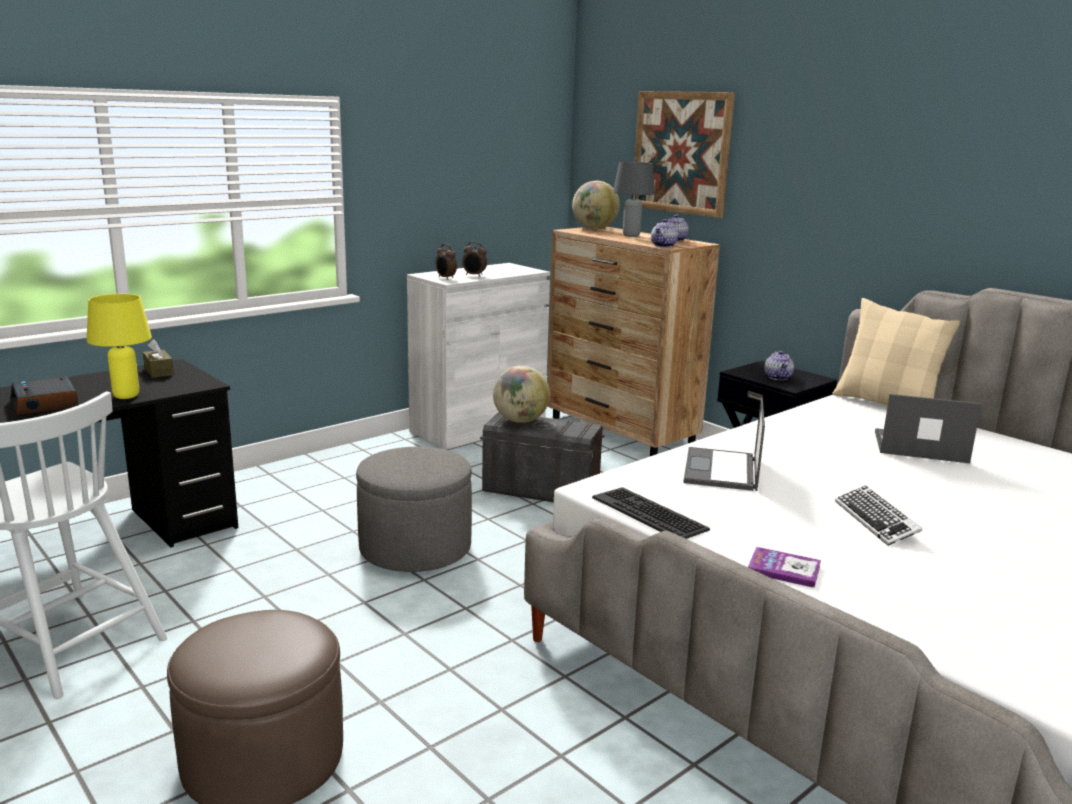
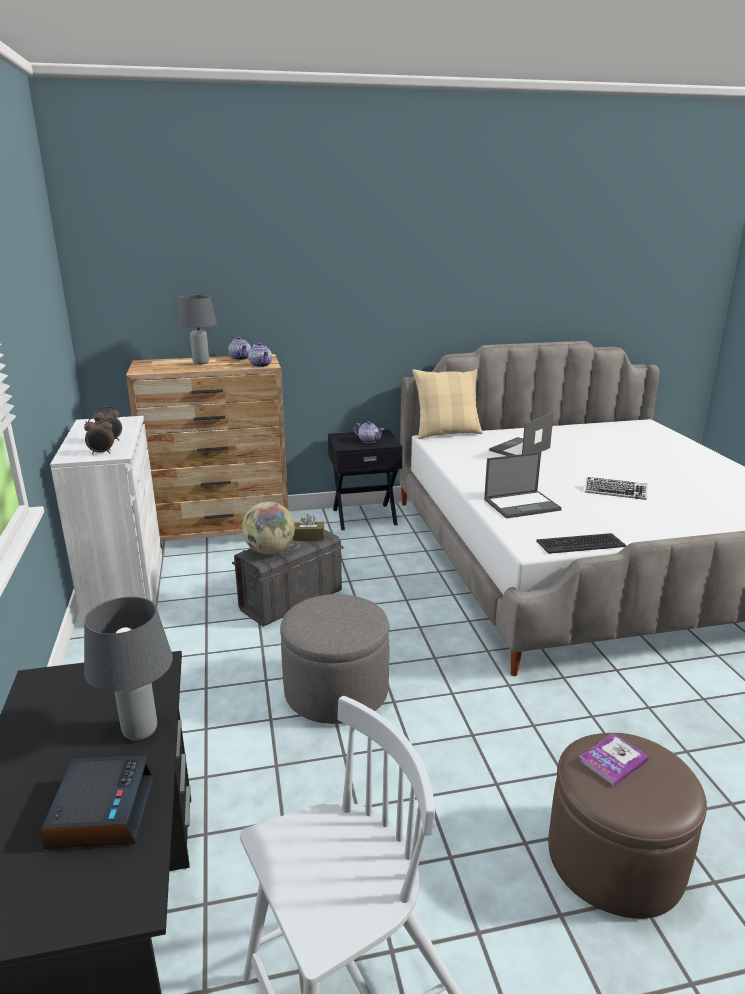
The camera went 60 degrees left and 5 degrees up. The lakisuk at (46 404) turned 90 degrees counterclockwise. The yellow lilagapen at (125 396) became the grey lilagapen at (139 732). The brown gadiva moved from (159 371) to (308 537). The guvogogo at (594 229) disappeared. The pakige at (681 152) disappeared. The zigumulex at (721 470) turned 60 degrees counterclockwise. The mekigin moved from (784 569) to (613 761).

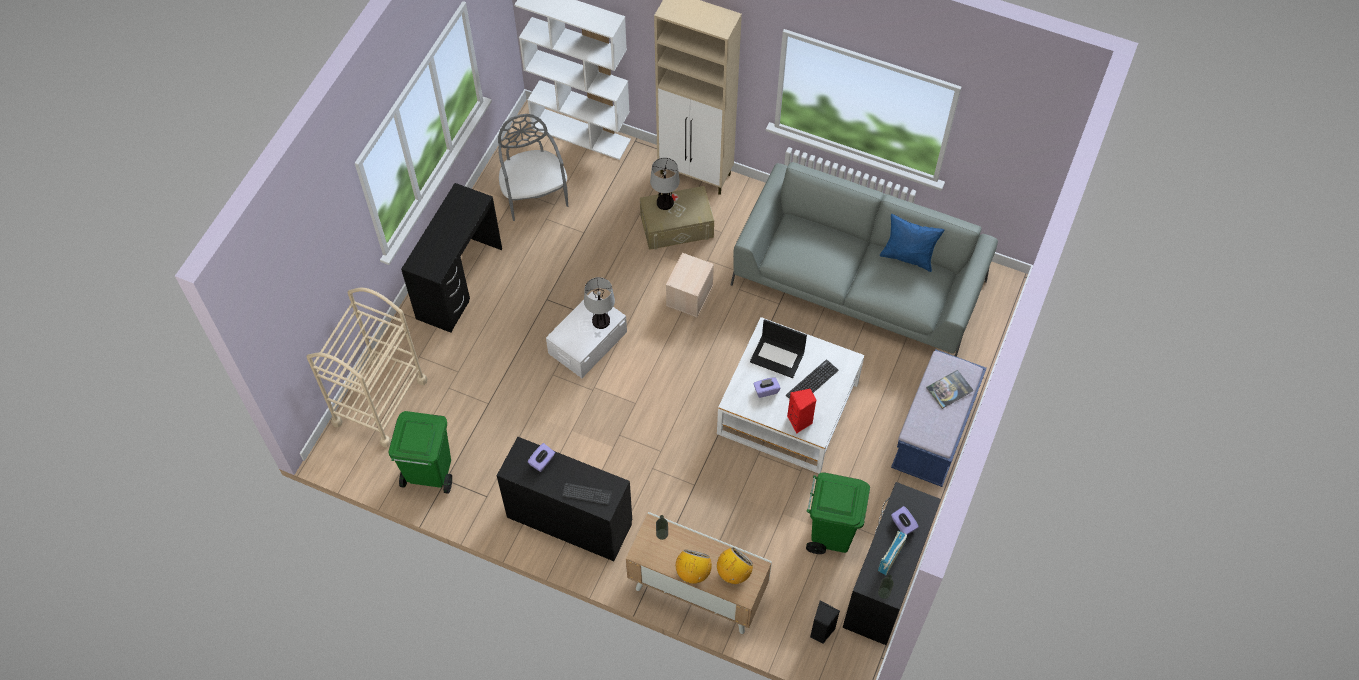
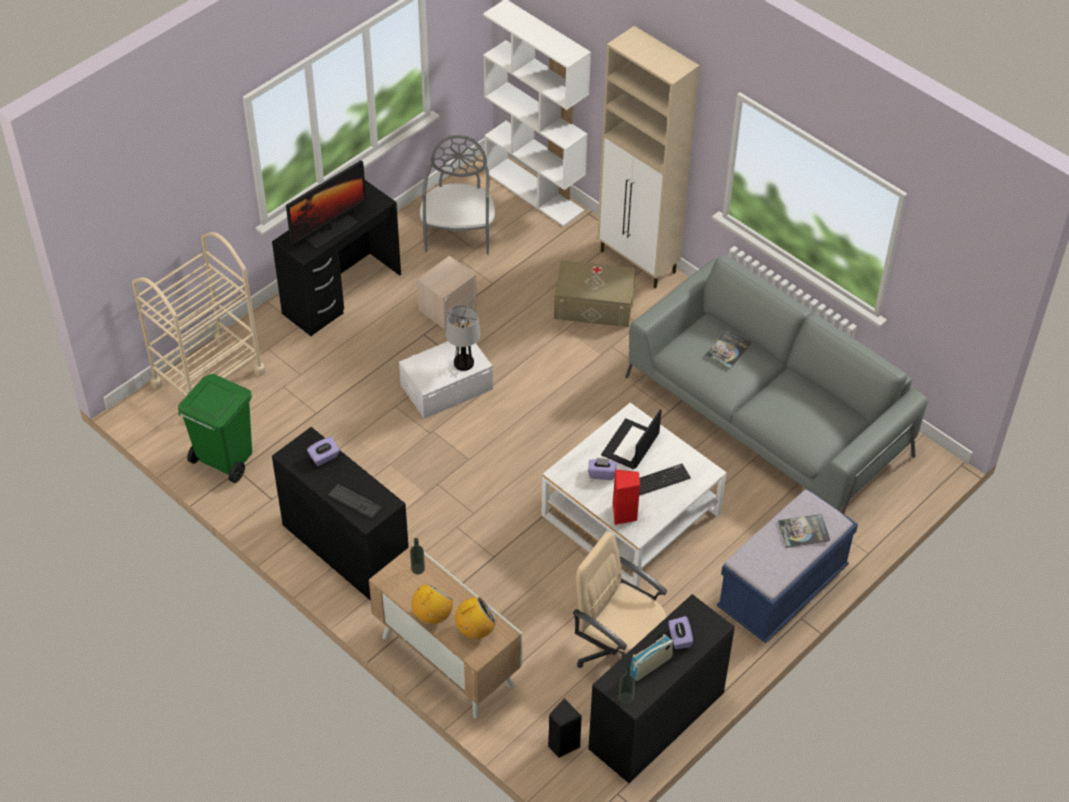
The camera went 20 degrees right and 10 degrees down. The lilagapen at (665 203) disappeared. The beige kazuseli moved from (689 295) to (447 306). The zigumulex at (778 356) turned 75 degrees clockwise. The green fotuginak at (830 532) was replaced by the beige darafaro at (620 650). The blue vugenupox at (908 257) disappeared. The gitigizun at (329 229) appeared. The mekigin at (728 350) appeared.

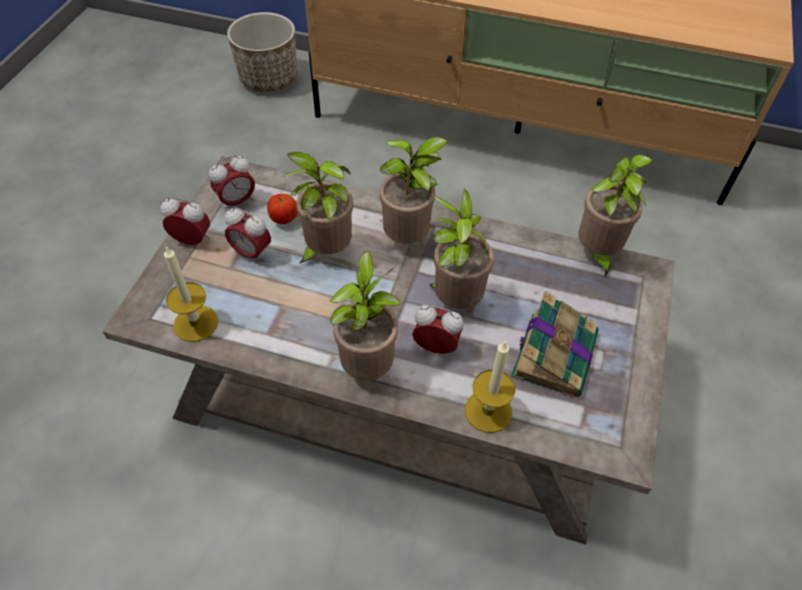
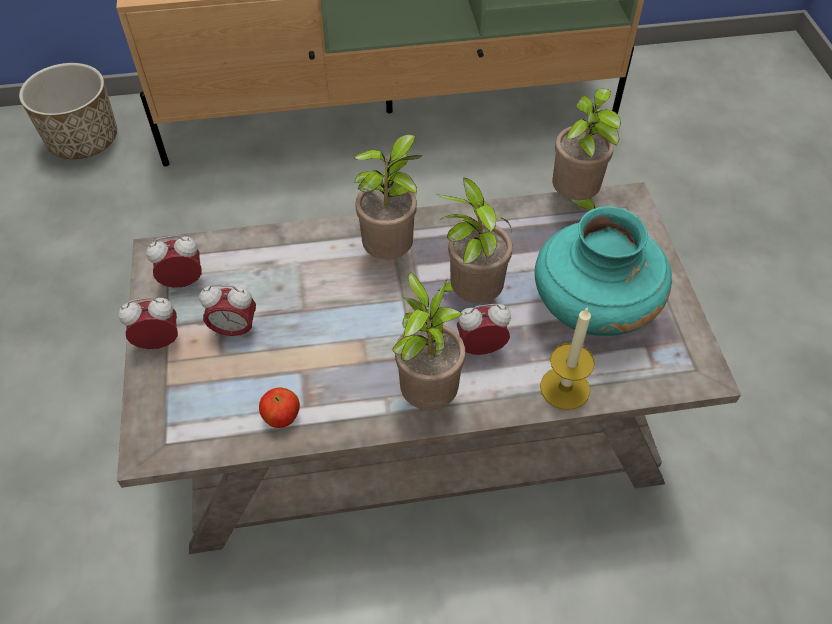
The camera went 25 degrees left and 0 degrees up. The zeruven at (196 323) disappeared. The lakisuk at (237 201) turned 135 degrees counterclockwise. The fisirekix moved from (284 219) to (282 417). The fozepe at (326 251) disappeared. The mekigin at (554 353) was replaced by the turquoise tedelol at (591 309).

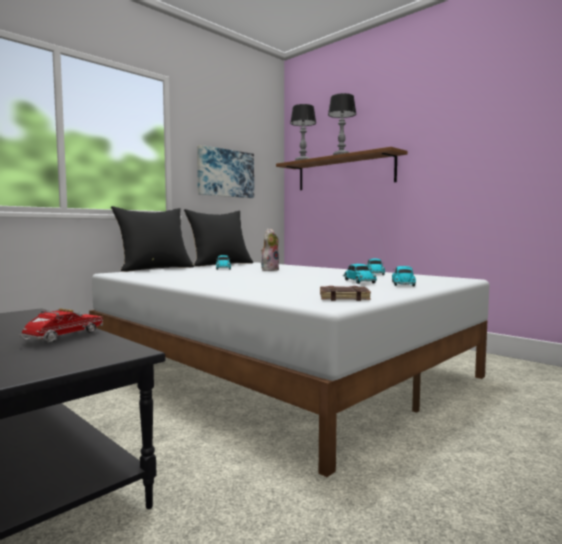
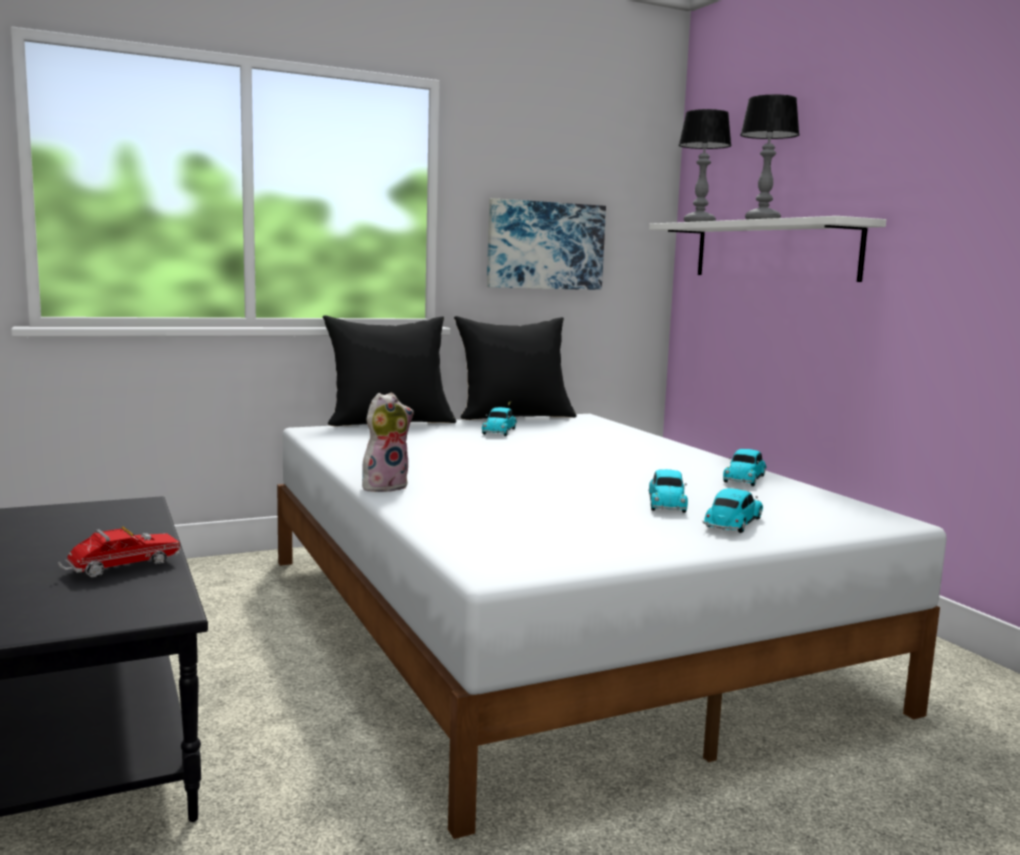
The camera went 20 degrees right and 5 degrees up. The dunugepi moved from (269 270) to (385 486). The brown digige at (344 173) became the white digige at (773 250). The brown mekigin at (344 298) disappeared.

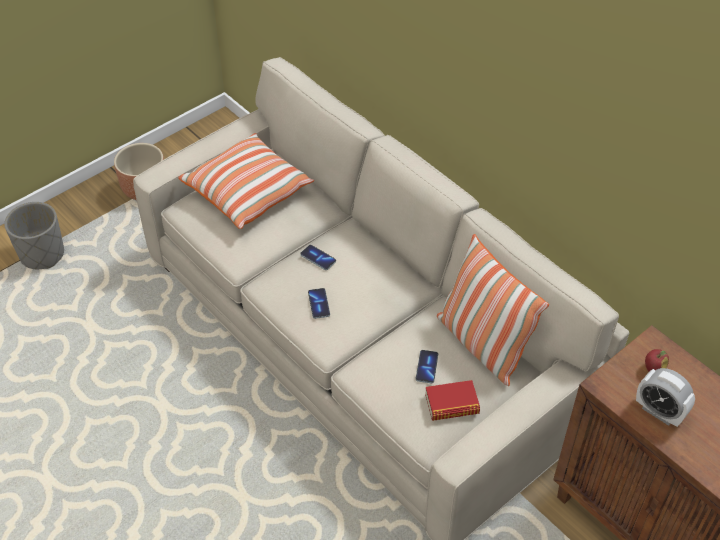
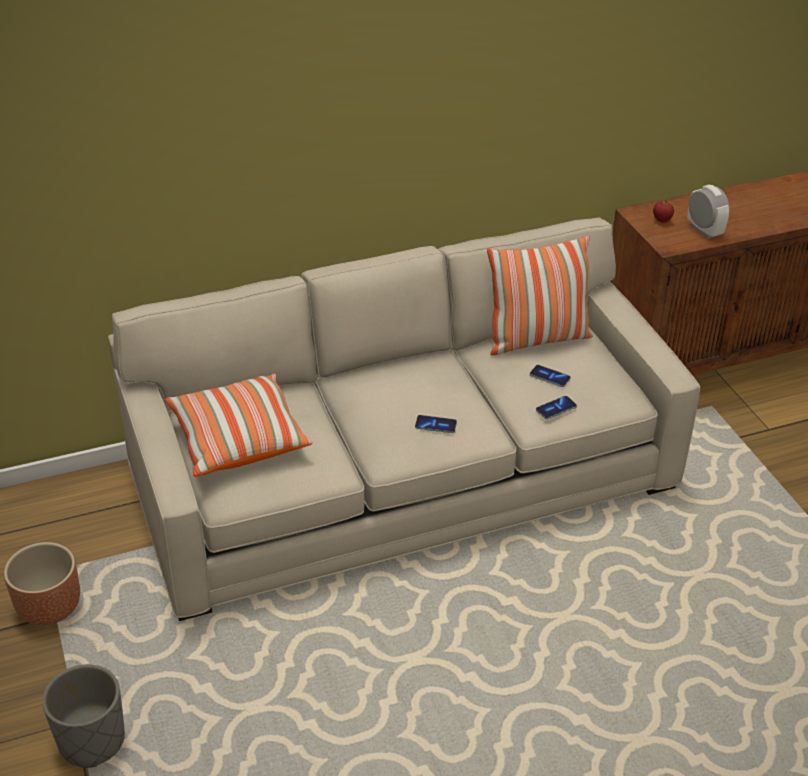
The camera went 70 degrees left and 10 degrees down. The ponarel moved from (318 258) to (556 409). The mekigin at (451 404) disappeared. The lakisuk at (659 412) turned 90 degrees counterclockwise.

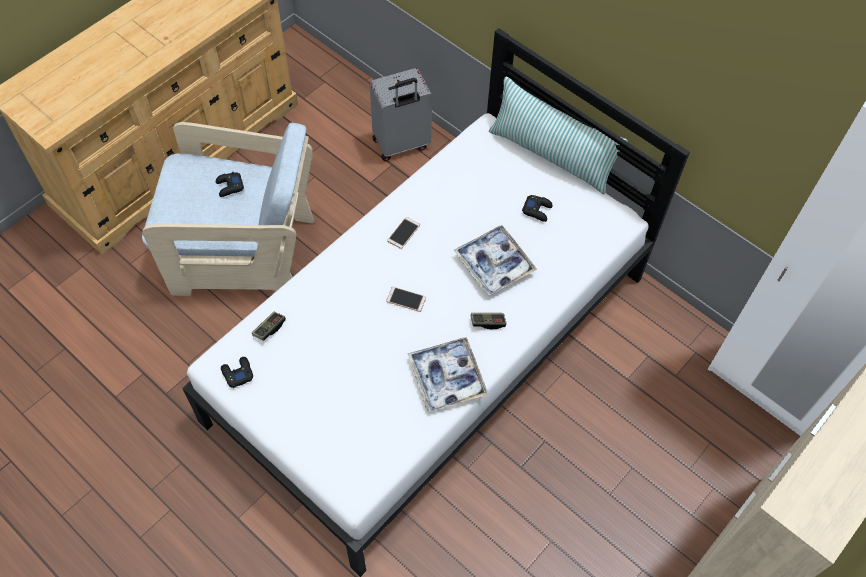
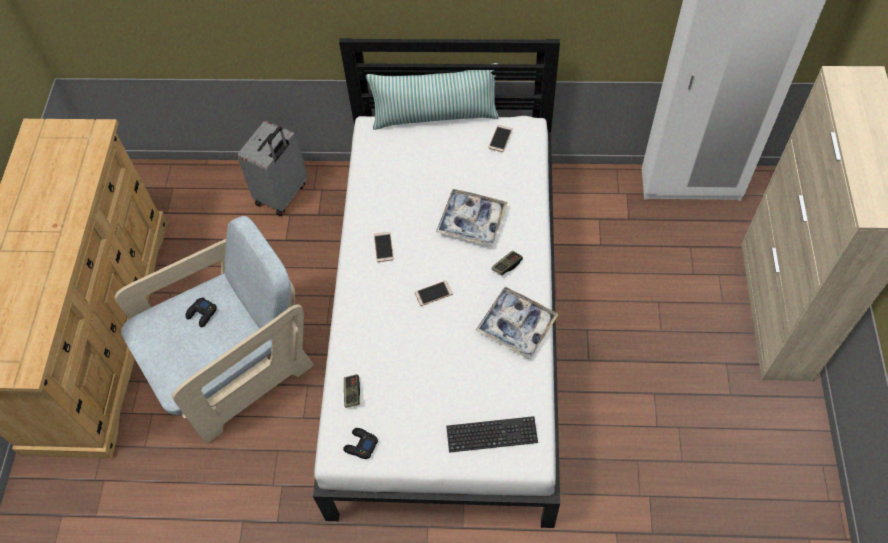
The camera went 35 degrees left and 0 degrees up. The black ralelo at (537 210) disappeared. The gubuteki at (491 435) appeared. The ponarel at (500 139) appeared.

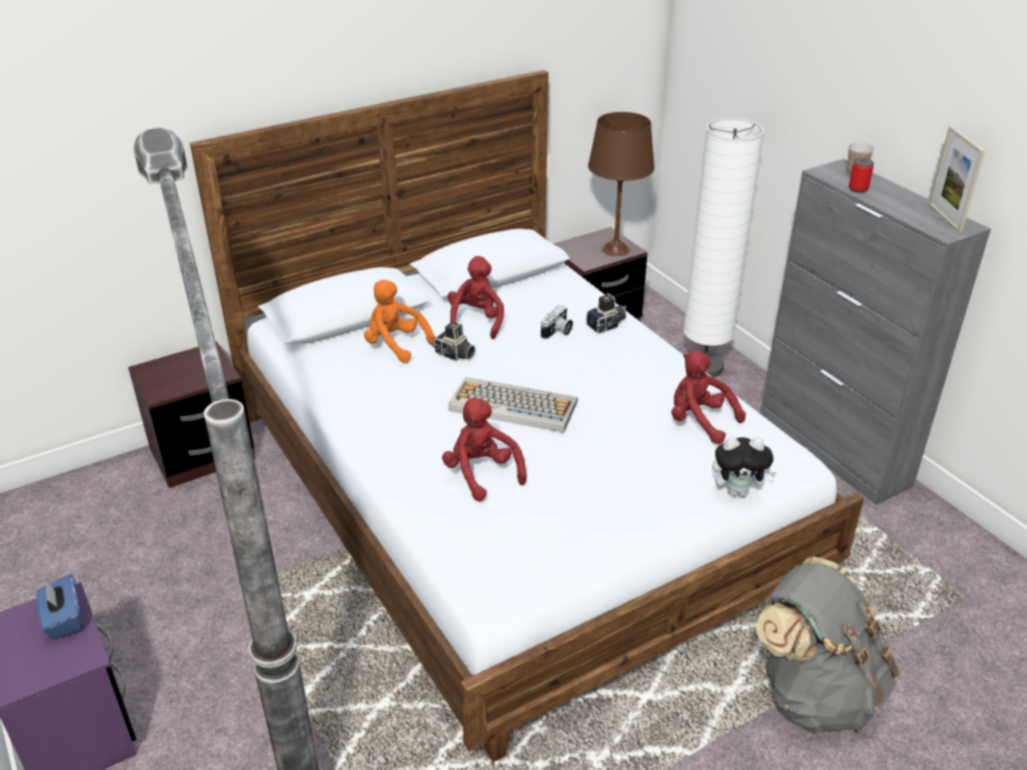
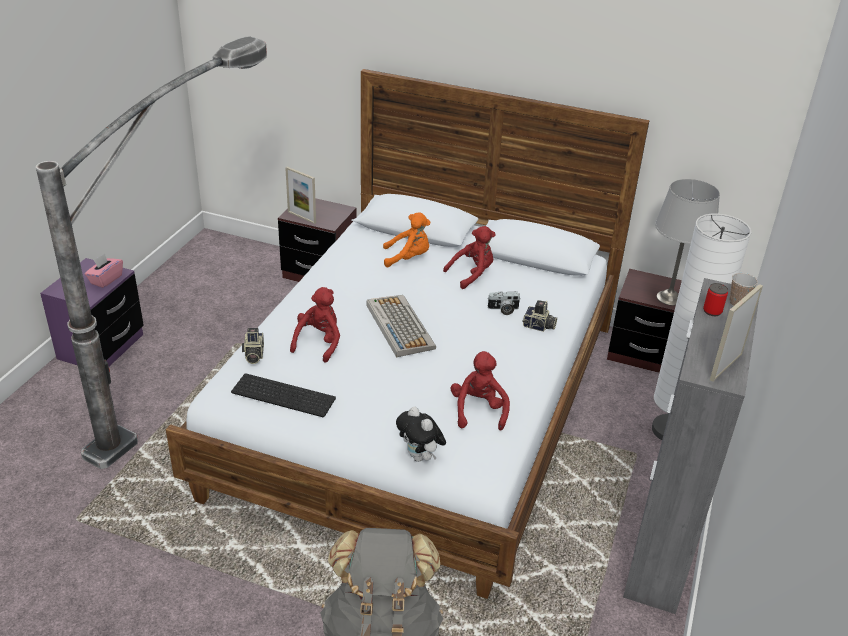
The camera went 50 degrees right and 0 degrees up. The blue gadiva at (64 619) became the pink gadiva at (106 279). The orange dunugepi at (395 345) turned 90 degrees clockwise. The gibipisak moved from (454 355) to (253 355). The brown lilagapen at (615 249) became the grey lilagapen at (669 298). The gubuteki at (285 394) appeared. The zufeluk at (301 217) appeared.

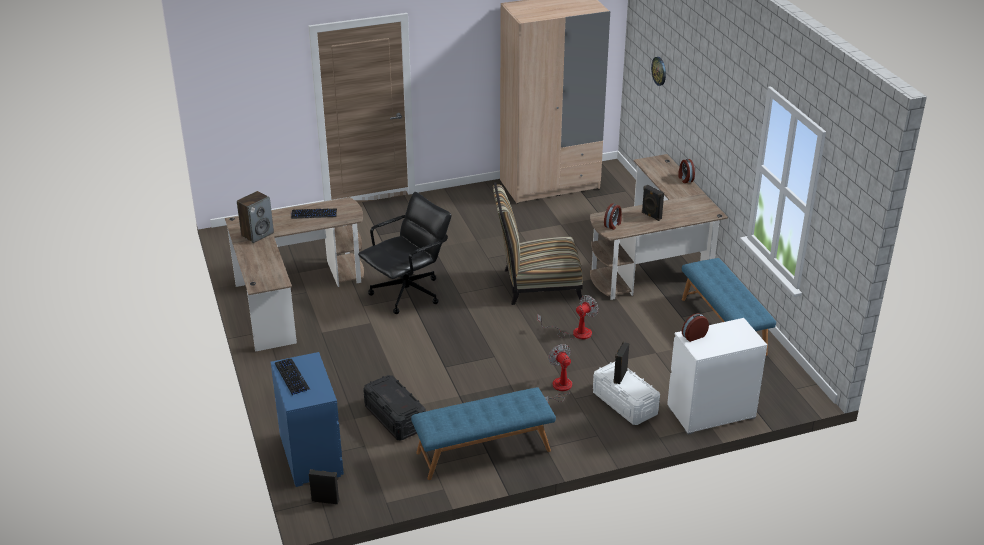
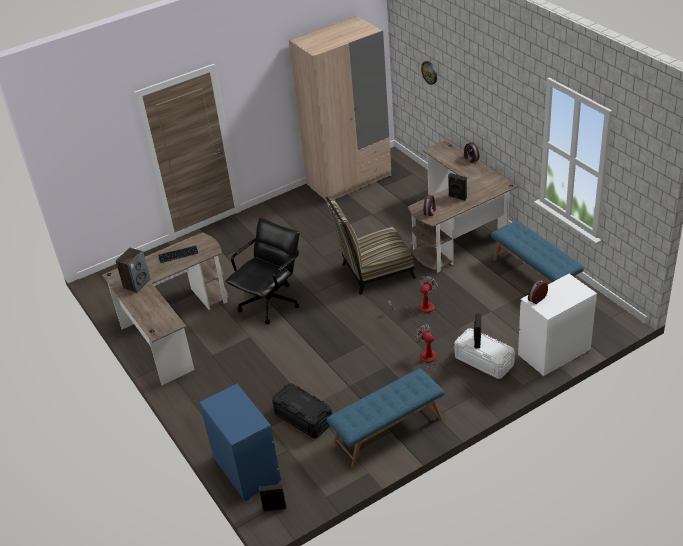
The camera went 10 degrees left and 5 degrees up. The gubuteki at (291 377) disappeared.

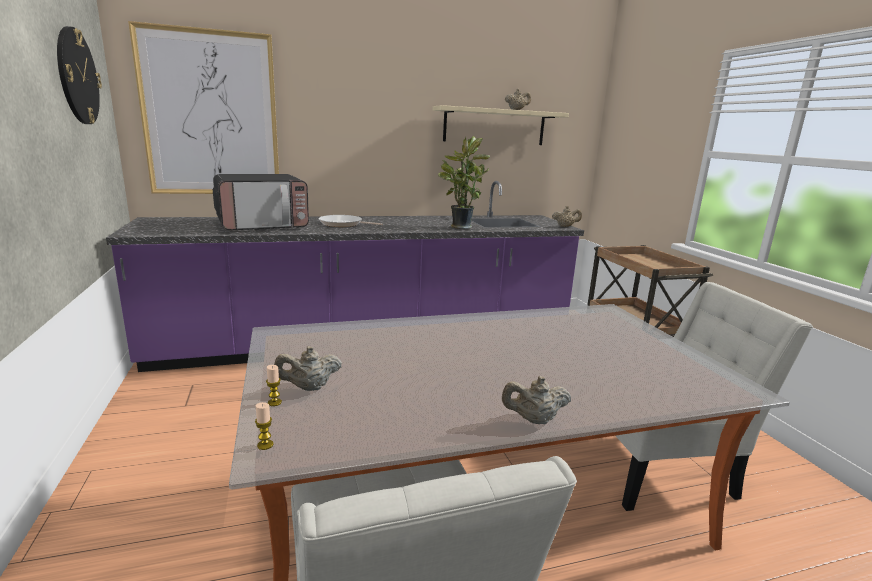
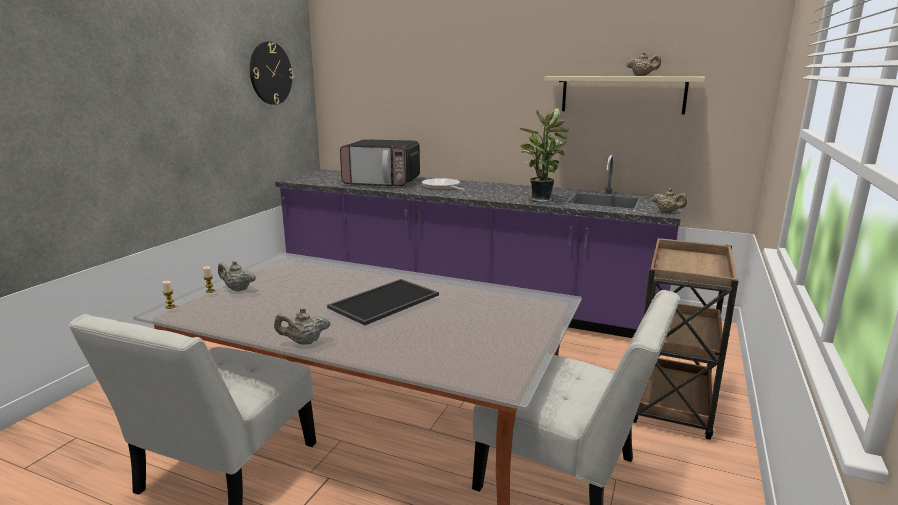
The camera went 40 degrees right and 0 degrees up. The pakige at (211 115) disappeared. The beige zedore at (534 420) turned 45 degrees counterclockwise. The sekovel at (384 302) appeared.

